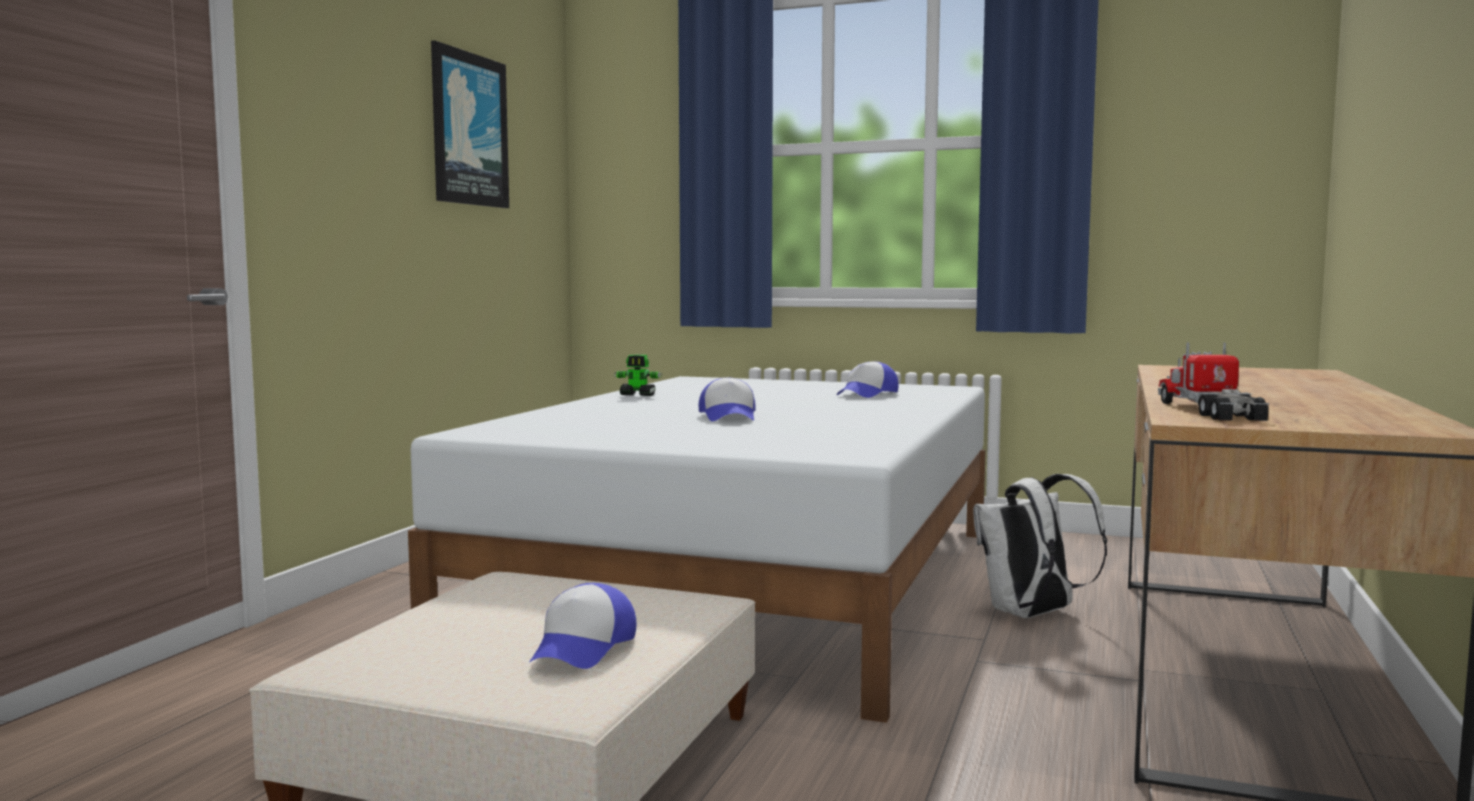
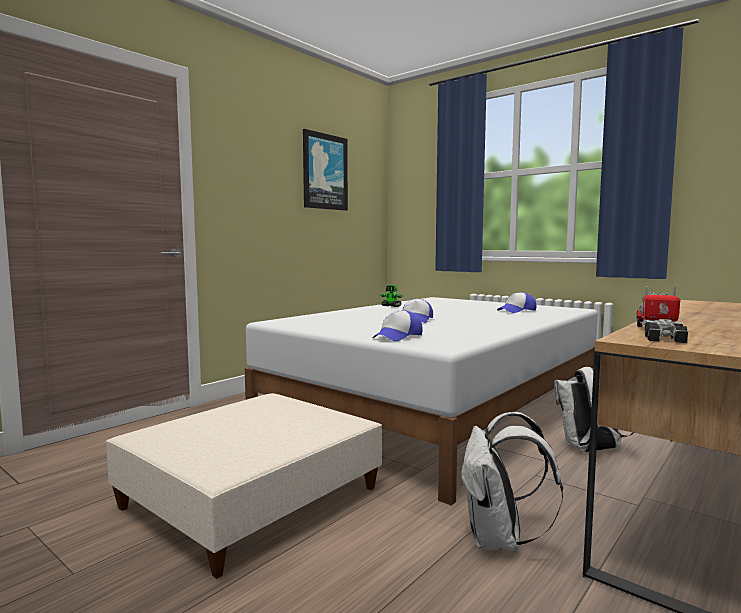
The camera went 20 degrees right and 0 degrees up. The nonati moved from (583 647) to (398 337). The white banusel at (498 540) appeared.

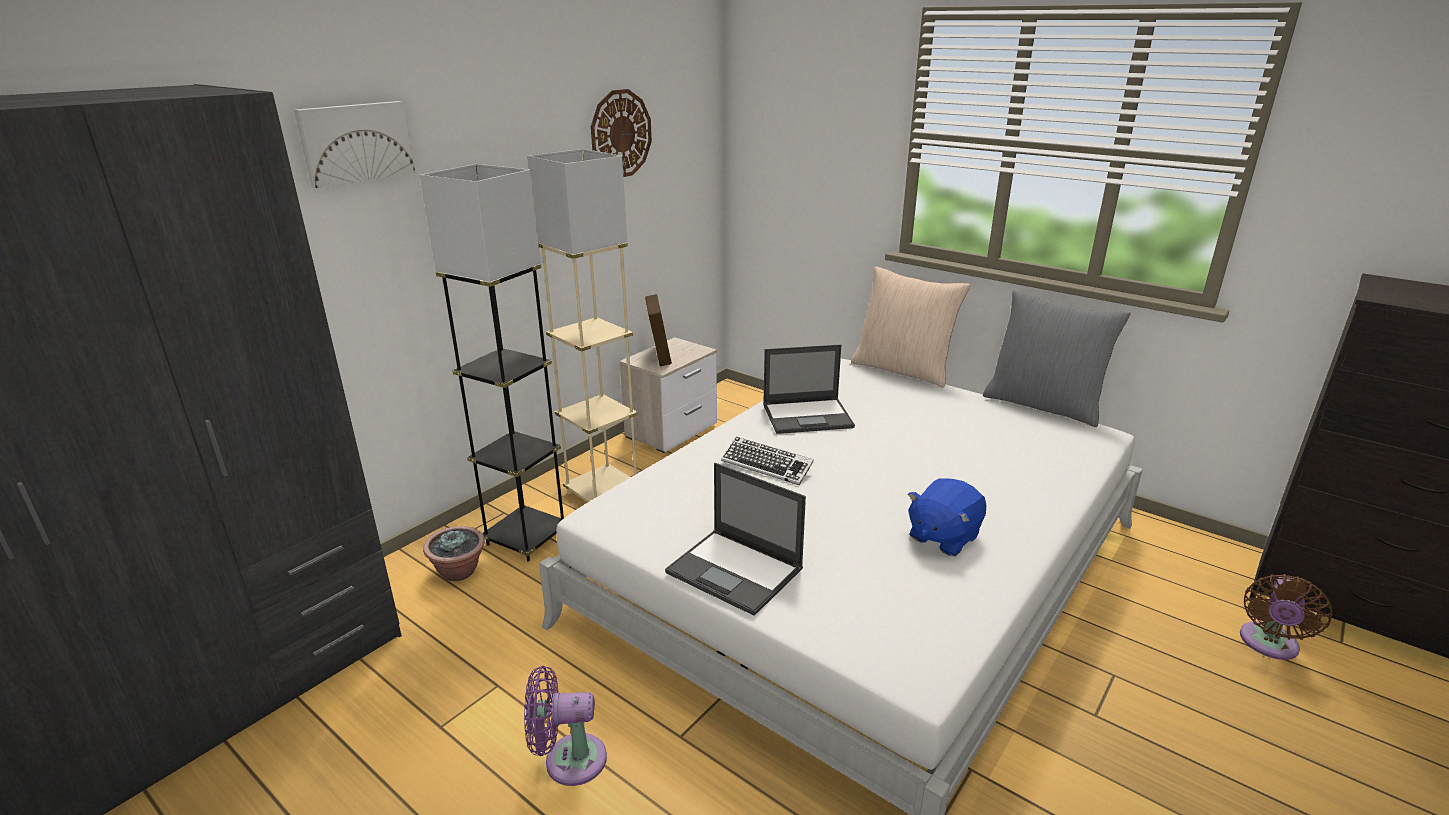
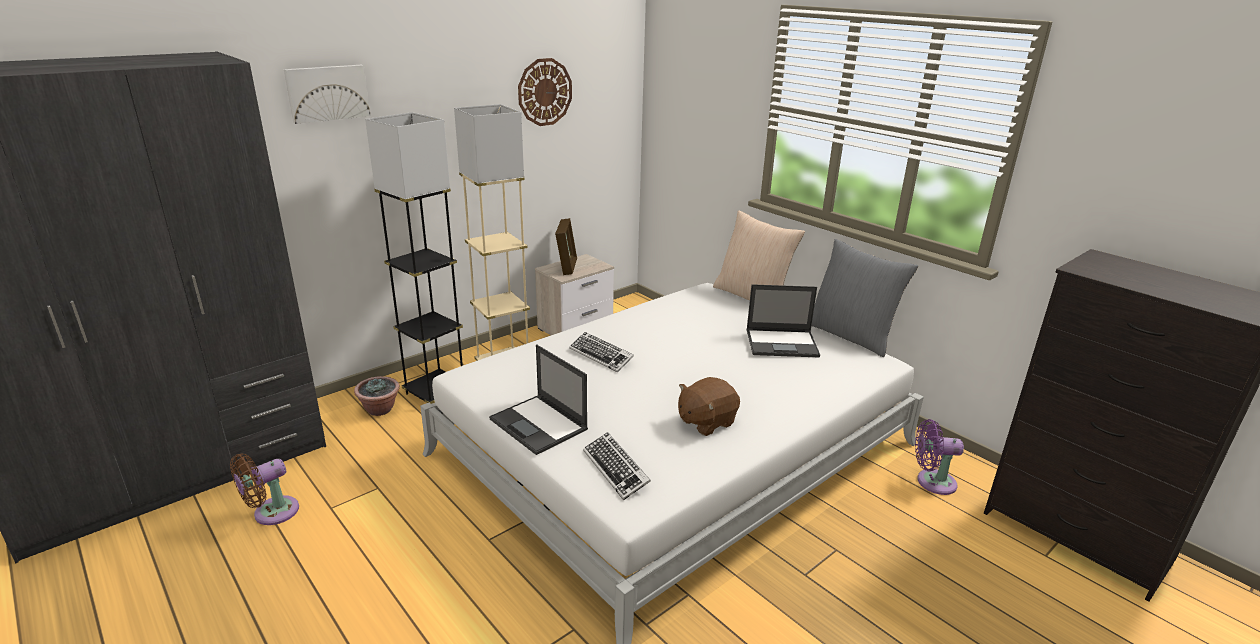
The camera went 10 degrees right and 0 degrees up. The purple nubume moved from (568 760) to (932 482). The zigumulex moved from (808 416) to (782 343). The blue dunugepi at (942 537) became the brown dunugepi at (706 421). The brown nubume moved from (1268 645) to (271 513). The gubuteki at (616 469) appeared.

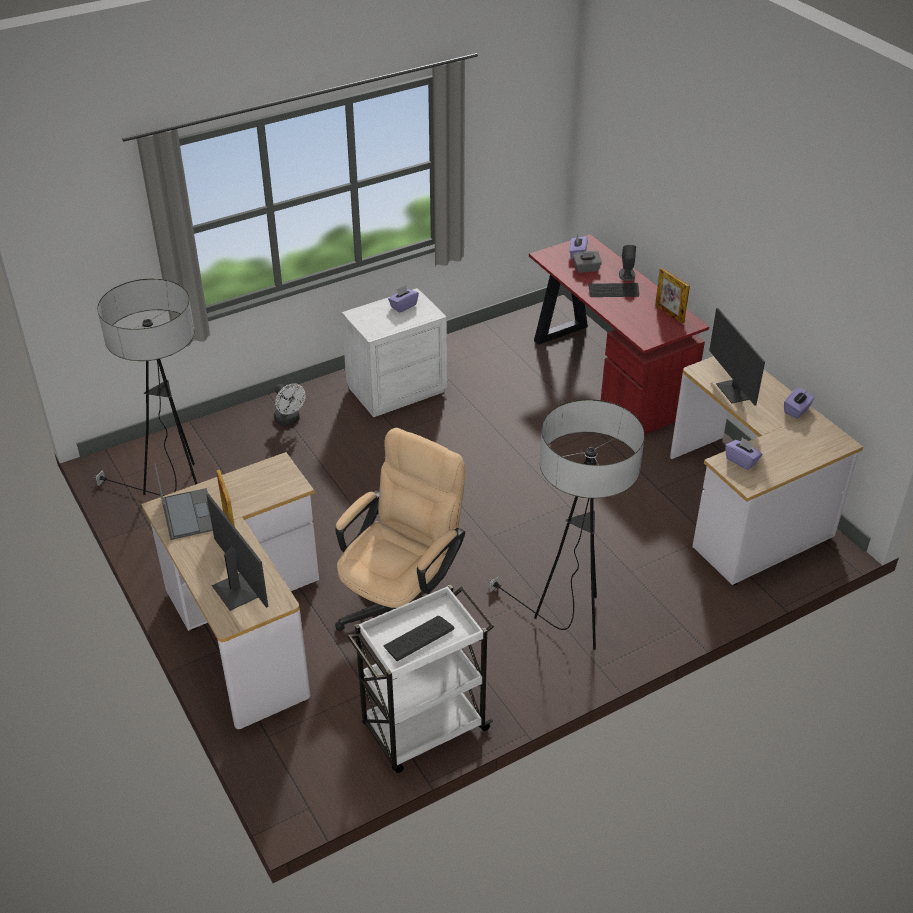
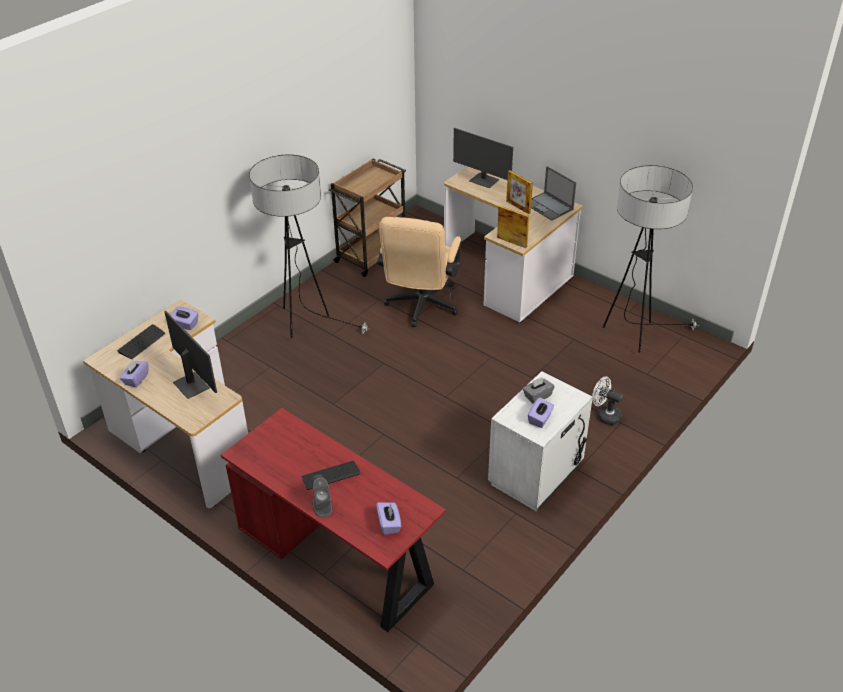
The camera went 160 degrees right and 0 degrees up. The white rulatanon at (423 729) became the brown rulatanon at (371 254). The gubuteki moved from (418 639) to (142 343). The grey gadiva moved from (586 269) to (537 396). The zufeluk moved from (669 314) to (512 242).

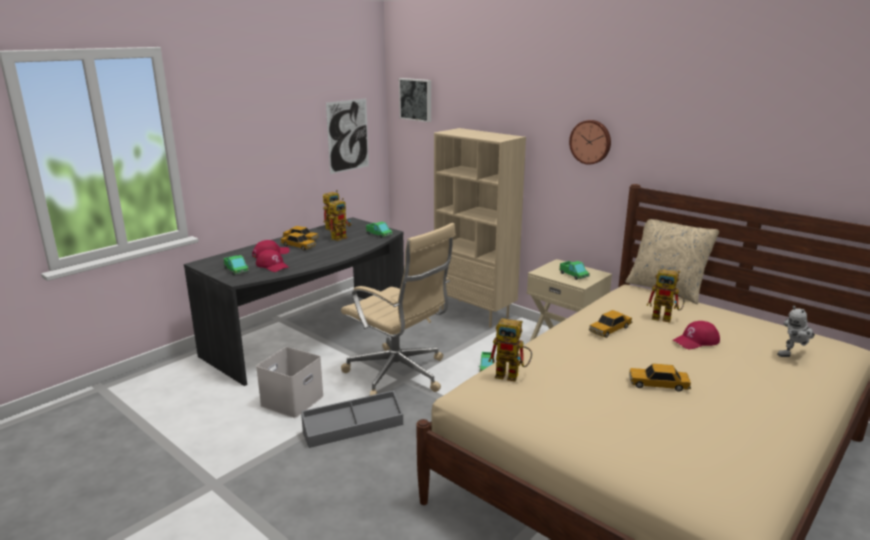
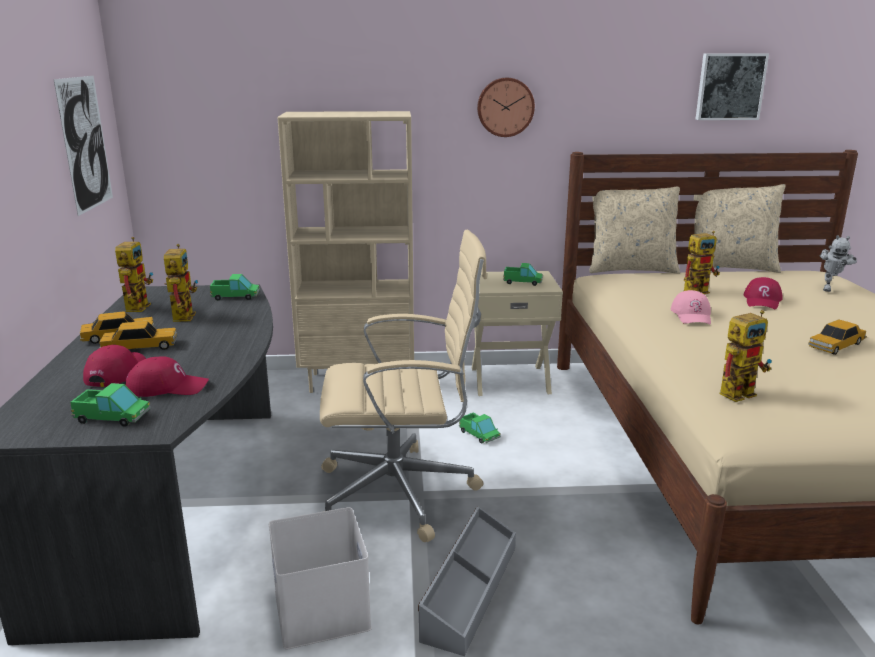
The camera went 45 degrees left and 0 degrees up. The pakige moved from (416 99) to (730 86). The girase at (610 329) was replaced by the pink nonati at (692 315). The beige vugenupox at (730 267) appeared.

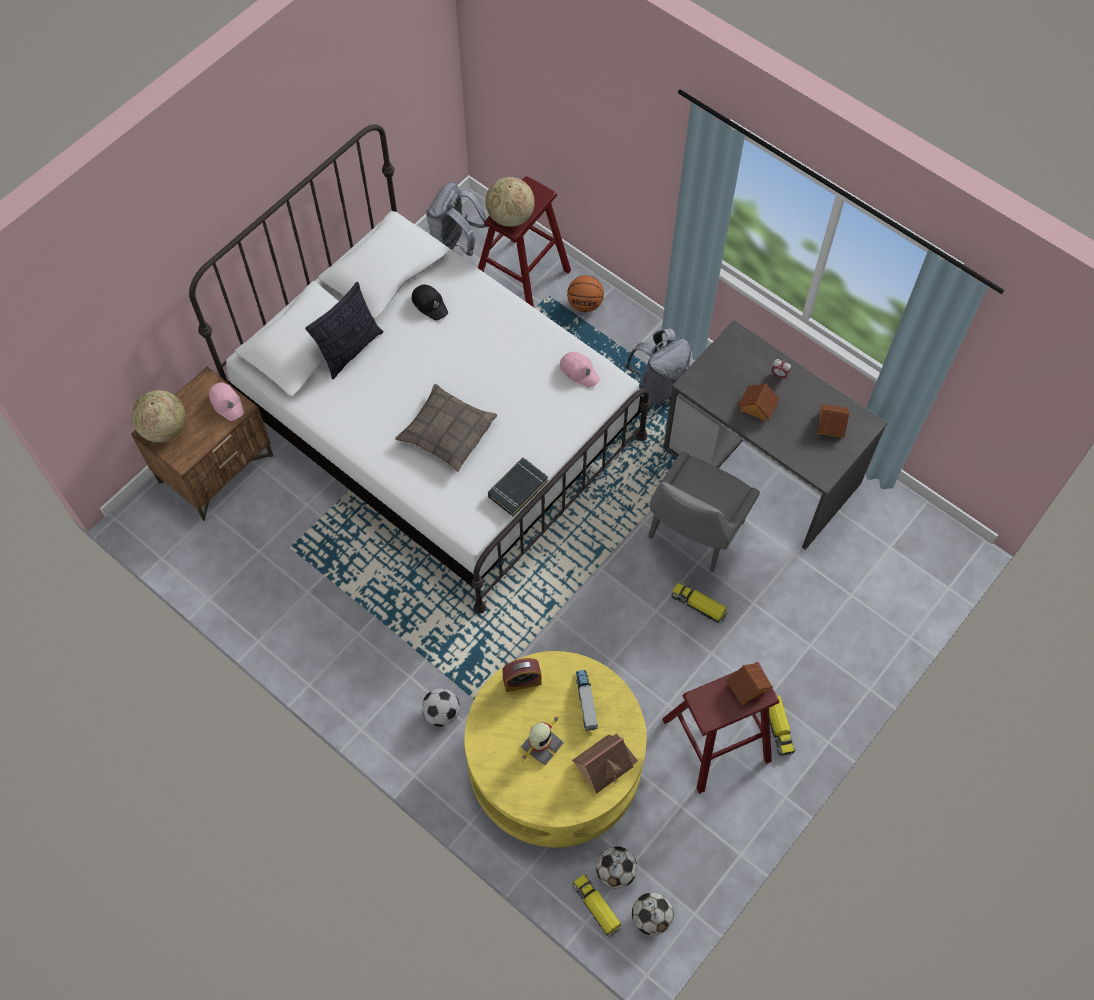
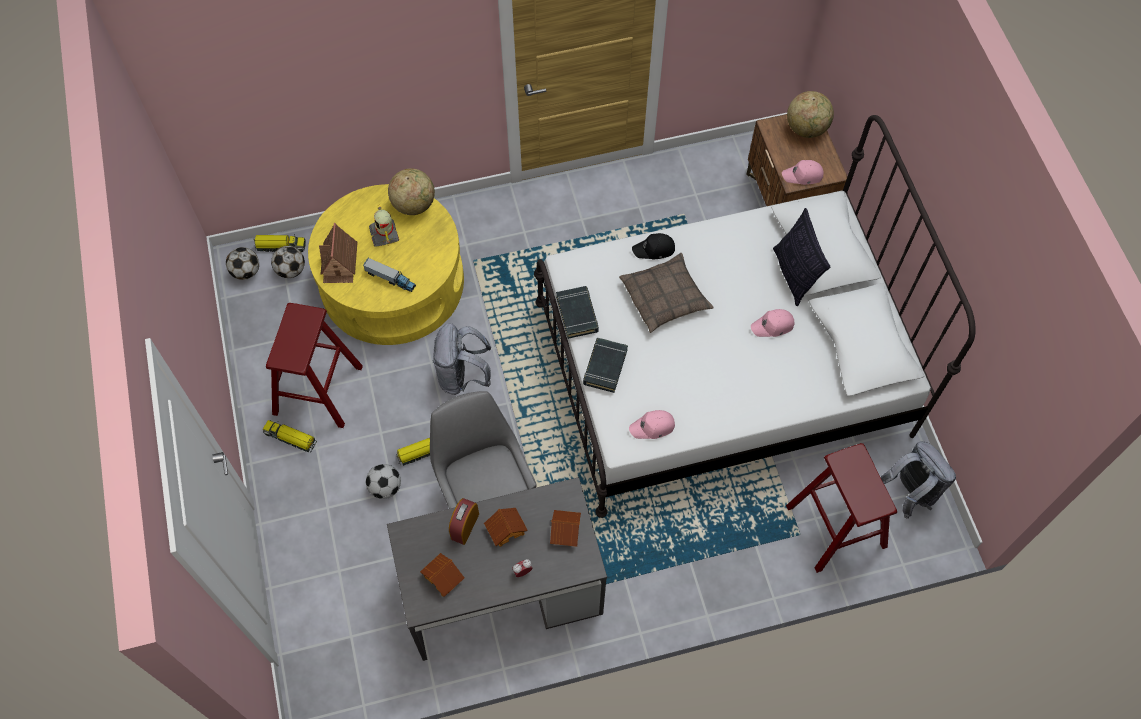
The camera went 125 degrees right and 0 degrees up. The black nonati moved from (430 304) to (654 249). The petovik moved from (441 713) to (385 487). The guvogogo moved from (510 217) to (414 204). The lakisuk moved from (522 681) to (465 526). The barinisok at (585 304) disappeared. The grey banusel moved from (658 386) to (463 376). The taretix moved from (748 687) to (565 530). The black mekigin at (605 367) appeared. The pink nonati at (773 326) appeared.

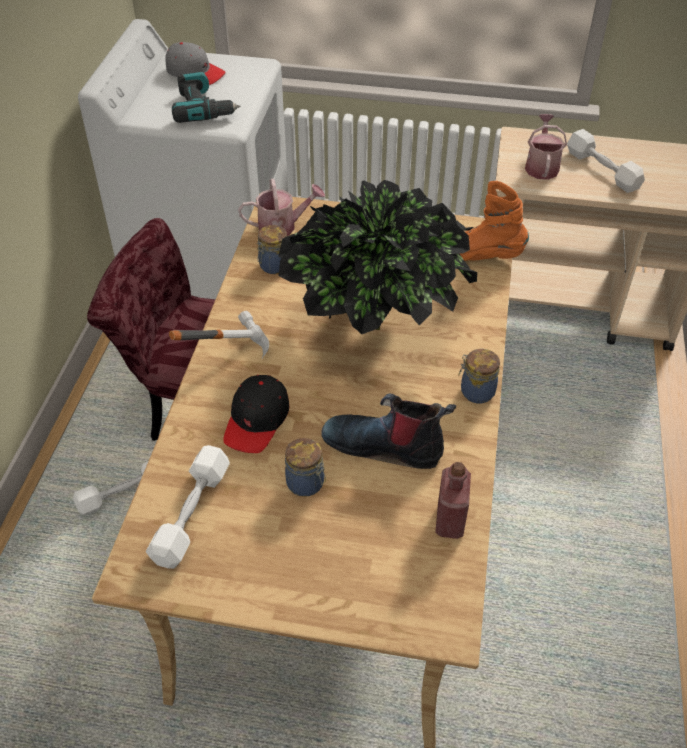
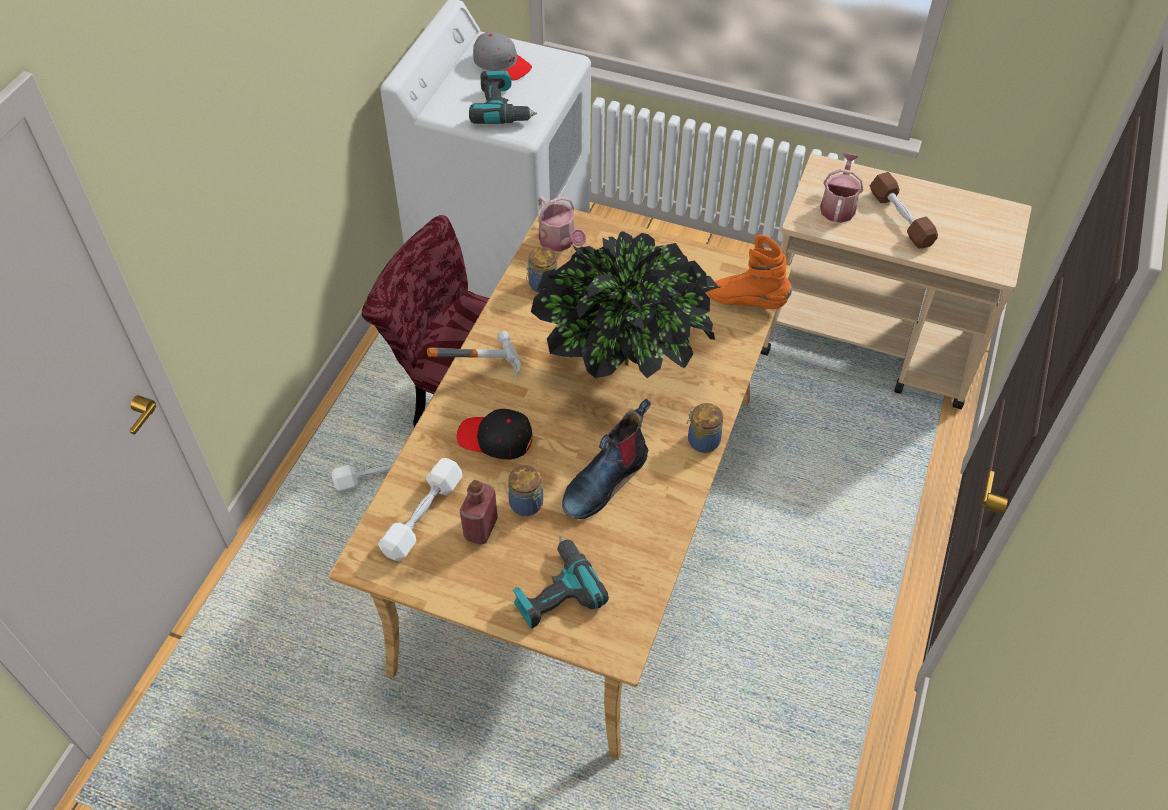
The camera went 10 degrees right and 5 degrees up. The black nonati at (257 420) turned 75 degrees clockwise. The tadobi at (282 226) turned 60 degrees clockwise. The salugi at (385 445) turned 75 degrees counterclockwise. The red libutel moved from (450 521) to (481 528). The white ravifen at (602 170) became the brown ravifen at (900 219). The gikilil at (555 591) appeared.

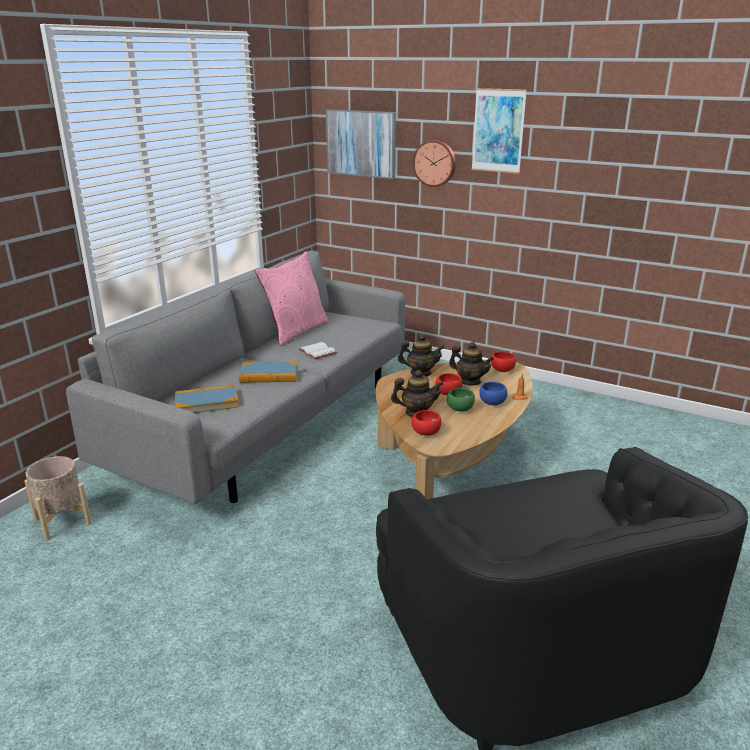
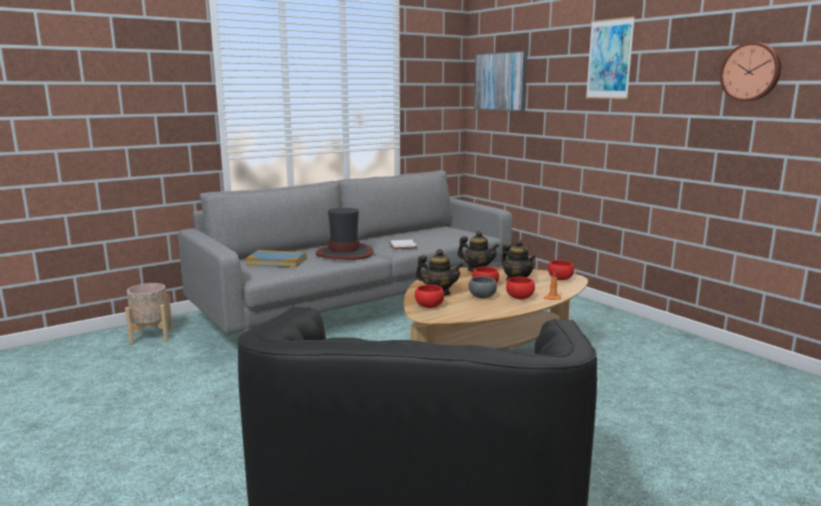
The camera went 25 degrees right and 10 degrees down. The mekigin at (269 375) was replaced by the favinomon at (345 253). The pink vugenupox at (295 331) disappeared. The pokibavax moved from (435 163) to (751 72). The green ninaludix at (460 409) became the grey ninaludix at (482 297). The blue ninaludix at (491 402) became the red ninaludix at (519 297).

